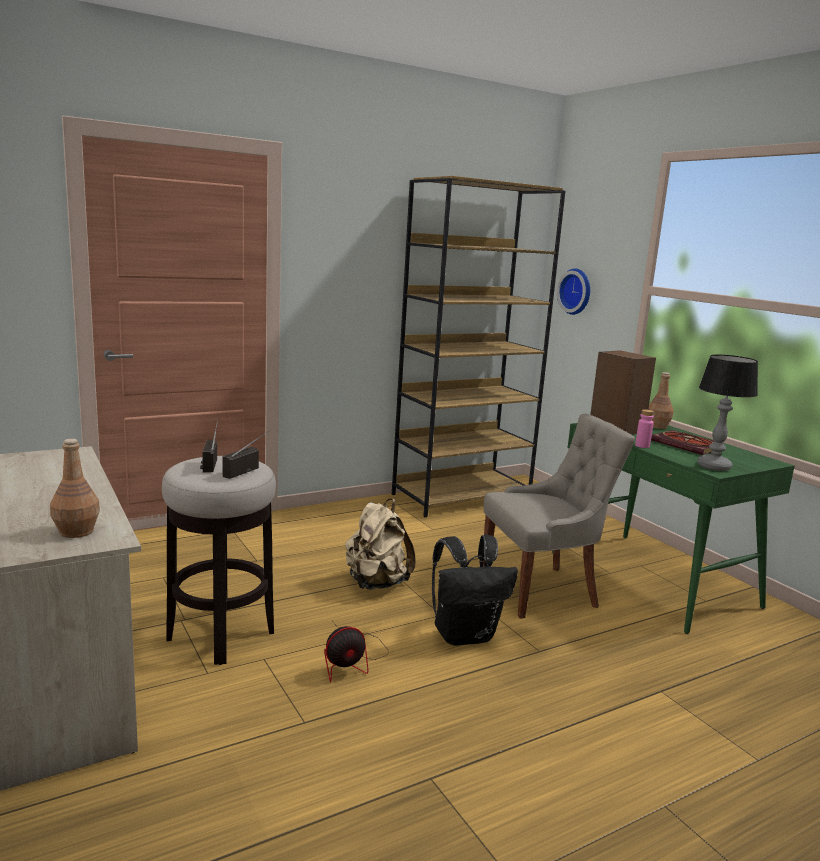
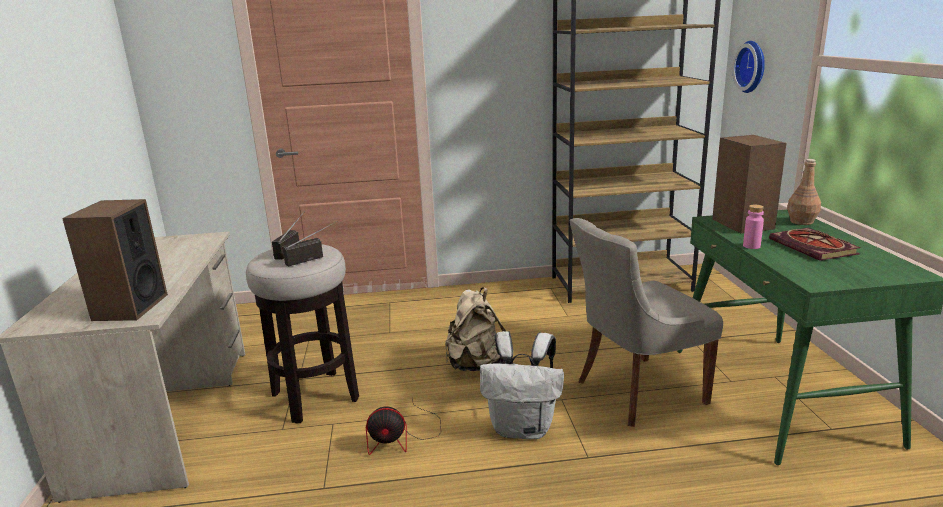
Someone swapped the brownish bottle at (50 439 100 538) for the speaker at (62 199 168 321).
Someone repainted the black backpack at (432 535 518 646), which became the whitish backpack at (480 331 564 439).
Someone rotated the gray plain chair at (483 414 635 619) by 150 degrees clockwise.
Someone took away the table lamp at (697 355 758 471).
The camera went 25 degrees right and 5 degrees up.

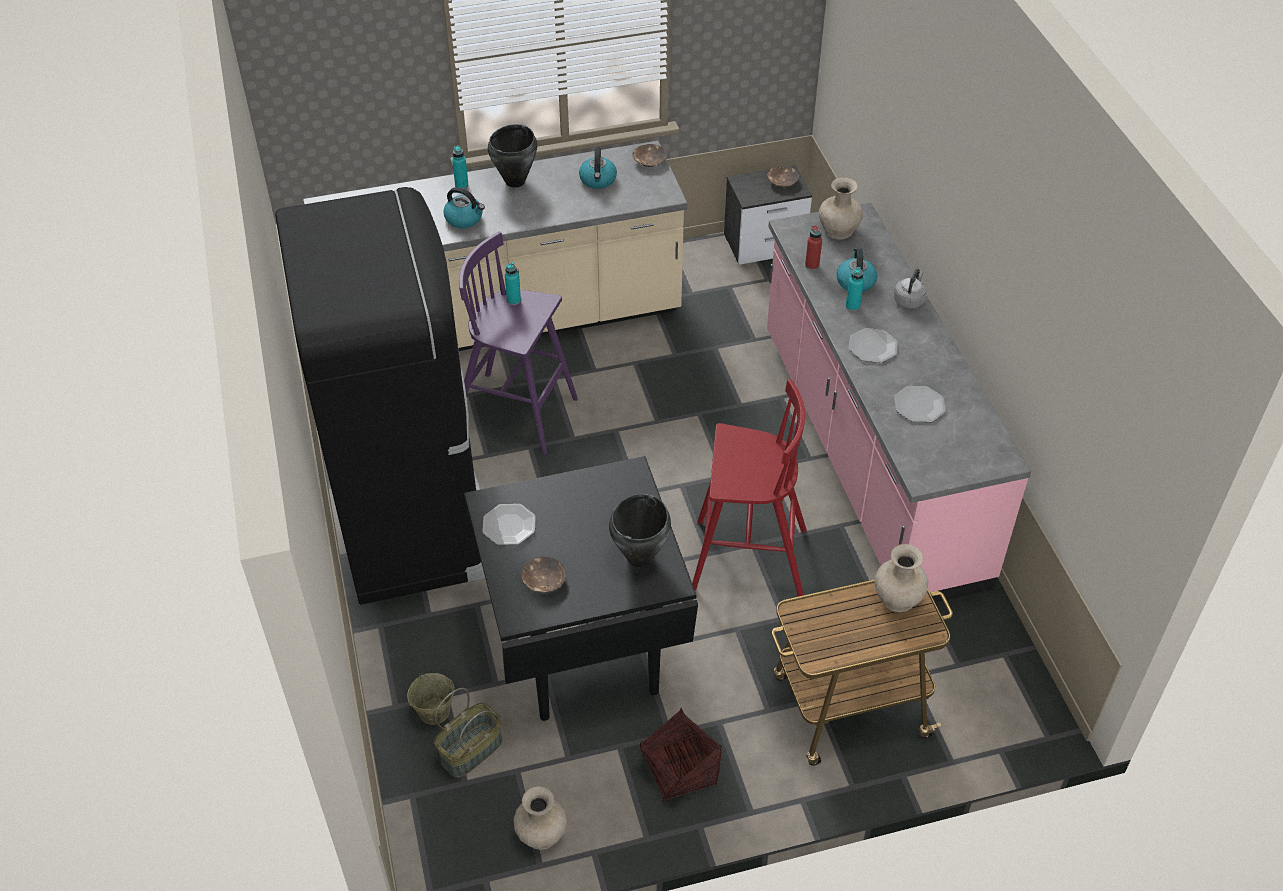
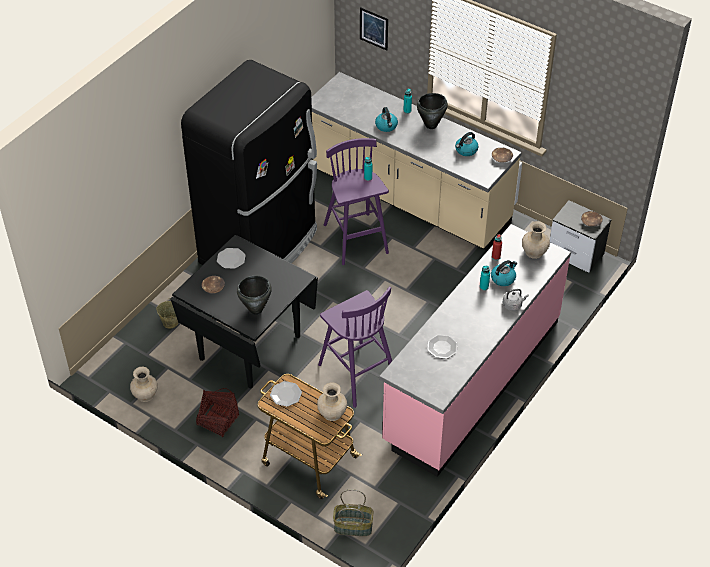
Someone carried the household basket from (434 688 503 778) to (333 489 374 536).
Someone repainted the red-coloured sitting stool at (692 379 807 597), which became the purplish sitting stool at (318 287 392 408).
Someone carried the dinner plate from (849 328 898 363) to (270 381 302 407).
Someone put up the picture at (360 7 388 51).
The camera went 50 degrees right and 0 degrees up.

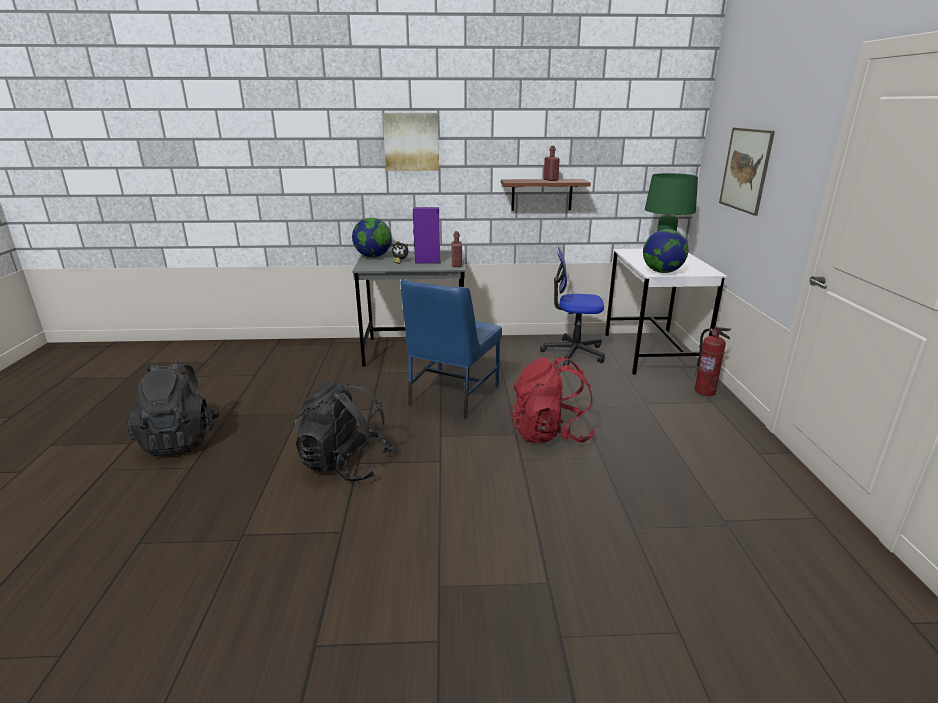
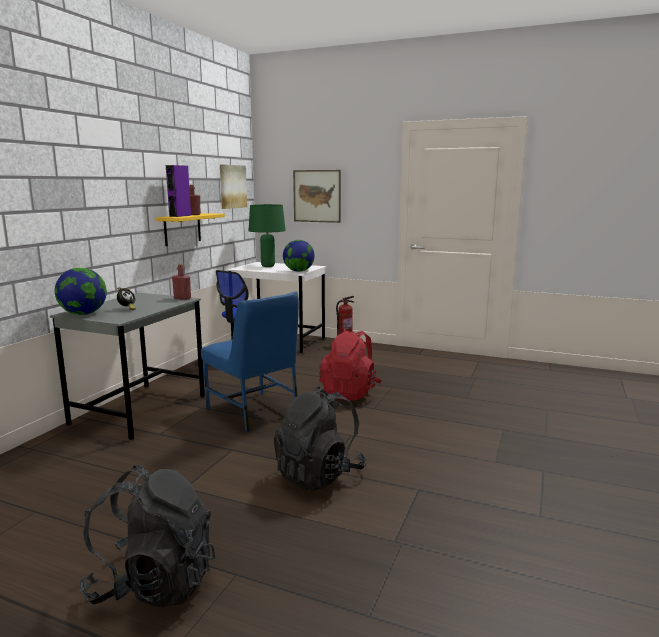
Someone carried the picture from (383 113 439 171) to (220 164 247 209).
Someone carried the purplish speaker from (413 207 441 264) to (166 165 191 217).
Someone repainted the brownish shelf at (501 179 591 211), which became the yellow-coloured shelf at (156 213 225 246).
The camera went 65 degrees left and 10 degrees down.

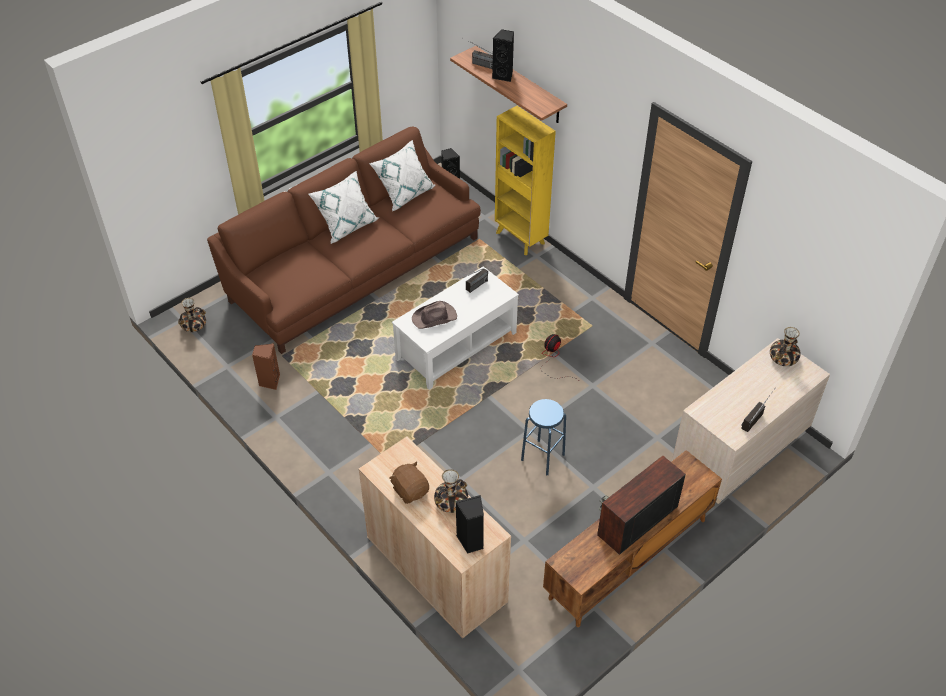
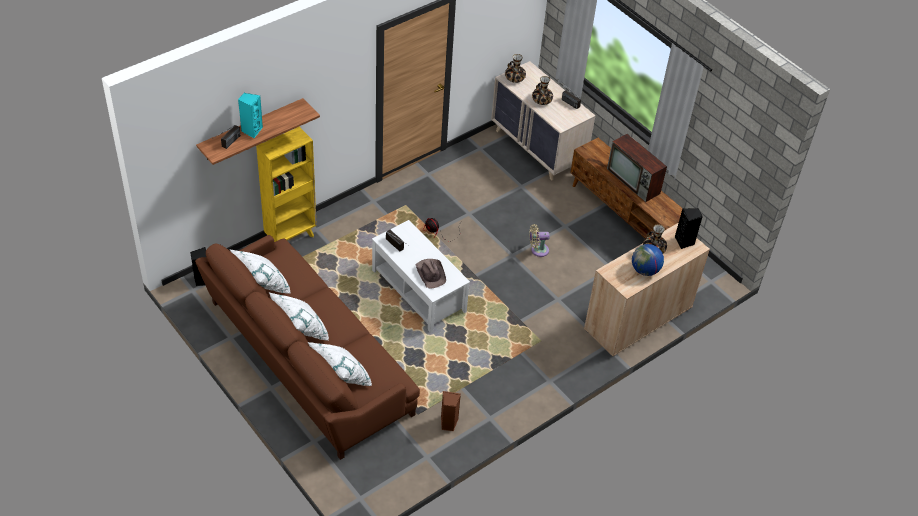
Someone carried the flower vase from (178 298 206 332) to (532 76 553 105).
Someone swapped the brownish soft toy at (389 461 429 504) for the desk globe at (632 244 664 276).
Someone repainted the black speaker at (492 29 514 82), which became the turquoise speaker at (238 93 263 138).
Someone swapped the blue sitting stool at (521 399 566 475) for the sand-coloured electric fan at (530 224 550 257).
Someone put down the whitish cushion at (308 342 372 386).
The camera went 90 degrees left and 0 degrees up.

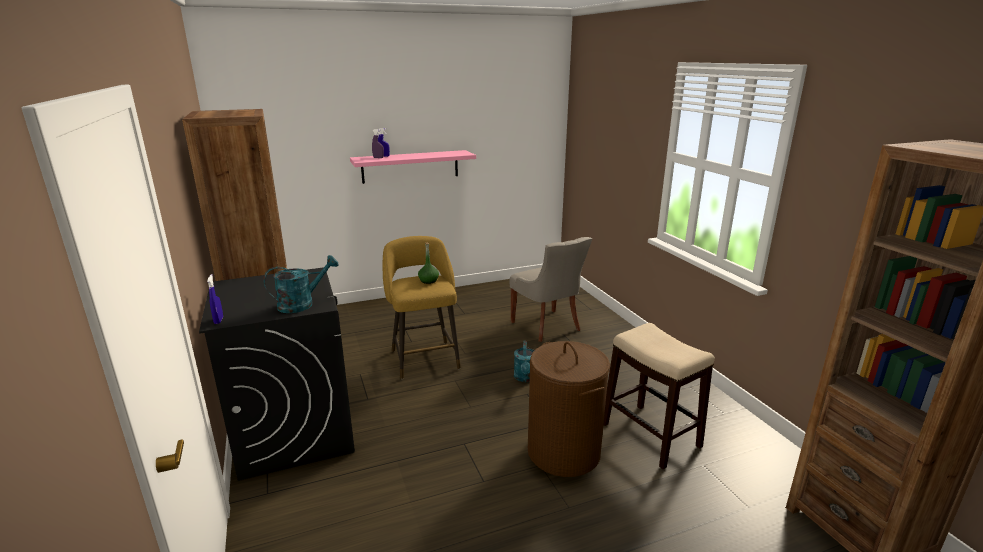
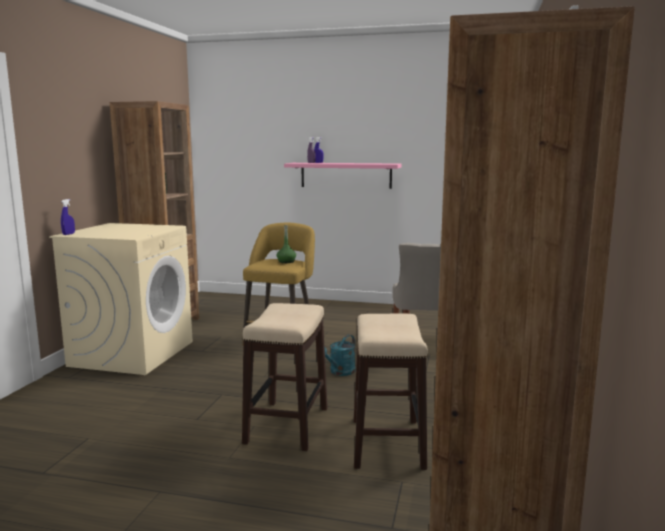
Someone repainted the black laundry machine at (199 267 355 481), which became the sand-coloured laundry machine at (49 223 193 375).
Someone took away the turquoise watering pot at (263 255 339 313).
Someone swapped the brownish laundry basket at (528 341 610 477) for the sitting stool at (242 303 328 451).
The camera went 35 degrees right and 10 degrees down.

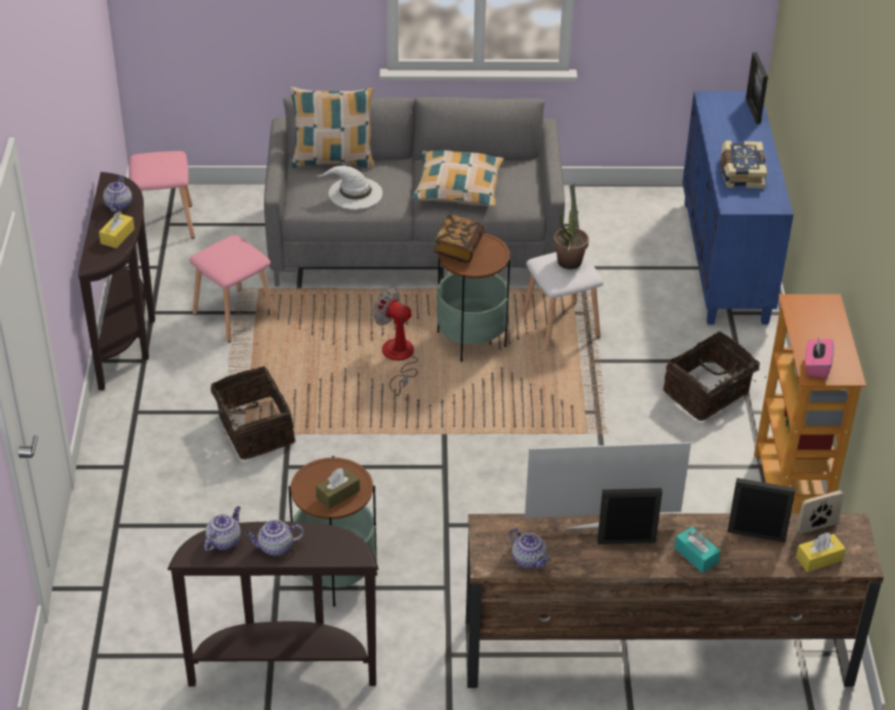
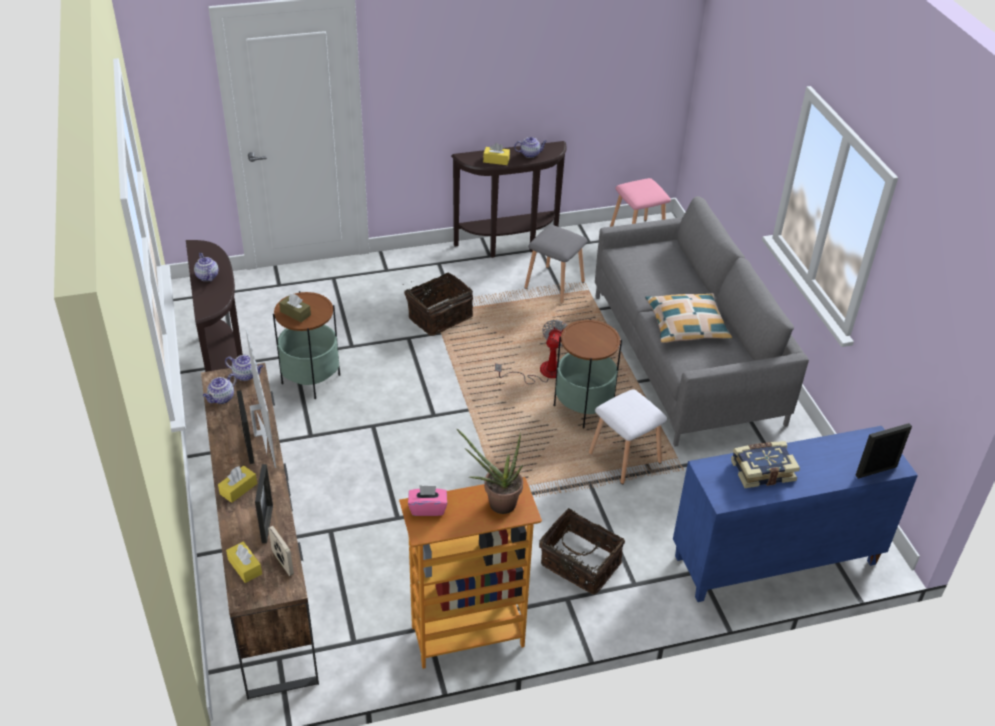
Someone repainted the pink-coloured sitting stool at (190 235 276 342), which became the gray sitting stool at (524 225 587 303).
Someone carried the tea pot from (204 506 241 552) to (225 355 263 381).
Someone took away the cushion at (290 87 374 169).
Someone took away the whitish hat at (317 166 383 209).
Someone took away the book at (434 215 484 263).
Someone carried the houseplant from (554 183 589 269) to (457 429 523 514).
Someone repainted the turquoise box of tissues at (674 527 720 573), which became the yellow-coloured box of tissues at (218 466 257 503).
The camera went 75 degrees right and 0 degrees up.

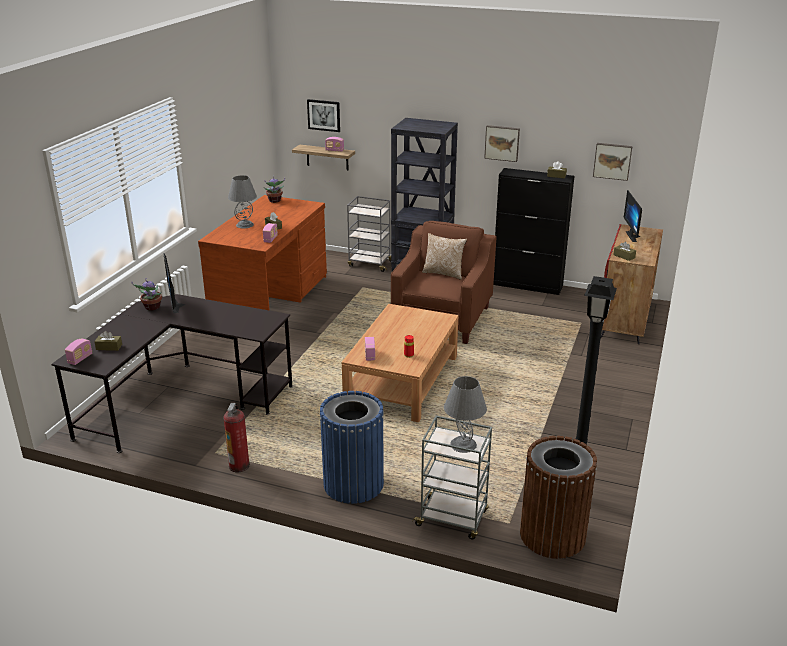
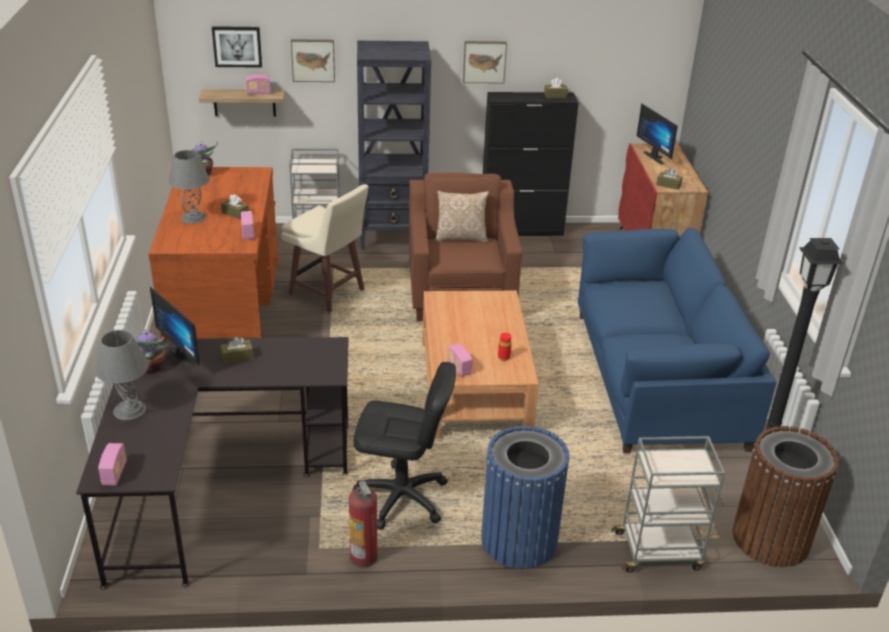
Someone carried the brownish box of tissues from (94 331 122 351) to (220 337 254 364).
Someone carried the gray table lamp from (444 376 487 453) to (95 330 149 420).
Someone carried the picture from (593 143 632 181) to (291 39 335 82).
Someone put down the sand-coloured sitting stool at (281 184 369 313).
Someone put down the black office chair at (353 362 456 530).
Someone put down the blue sofa at (578 227 776 453).
The camera went 25 degrees left and 5 degrees up.

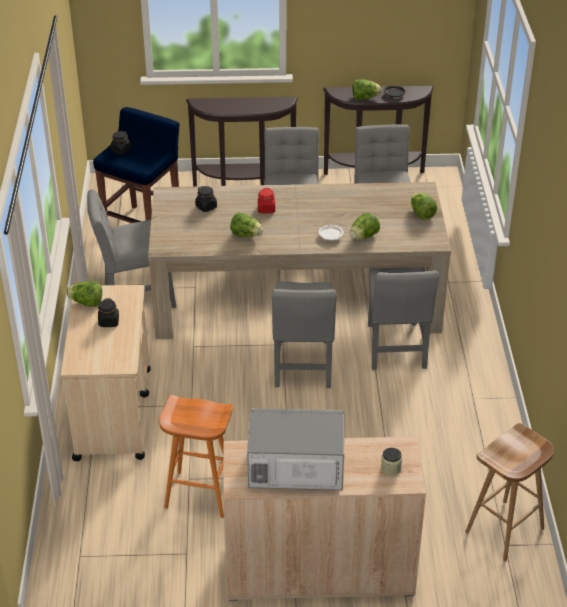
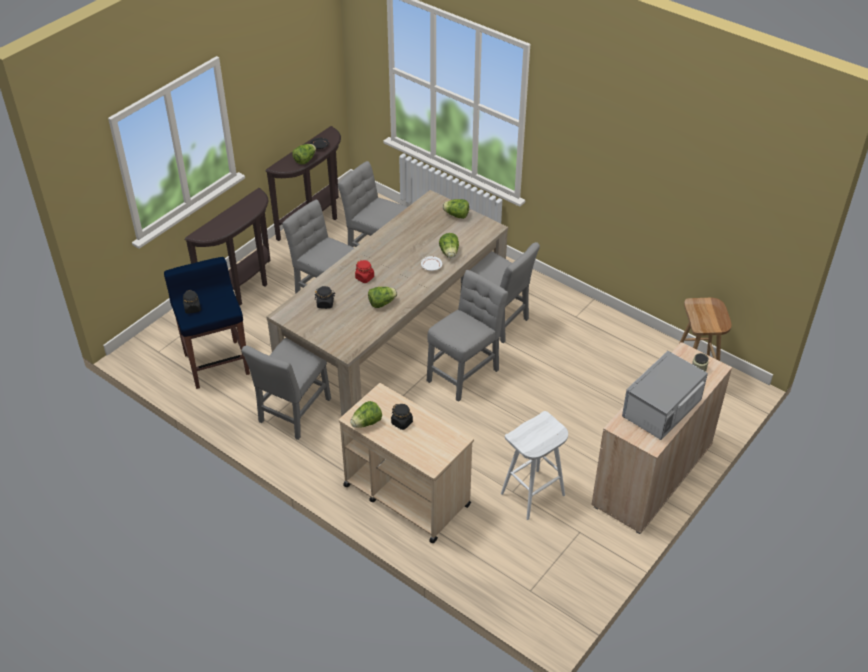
Someone repainted the orange sitting stool at (159 395 233 518), which became the whitish sitting stool at (501 411 568 520).
Someone rotated the gray plain chair at (271 282 337 388) by 90 degrees counterclockwise.
The camera went 50 degrees left and 5 degrees up.

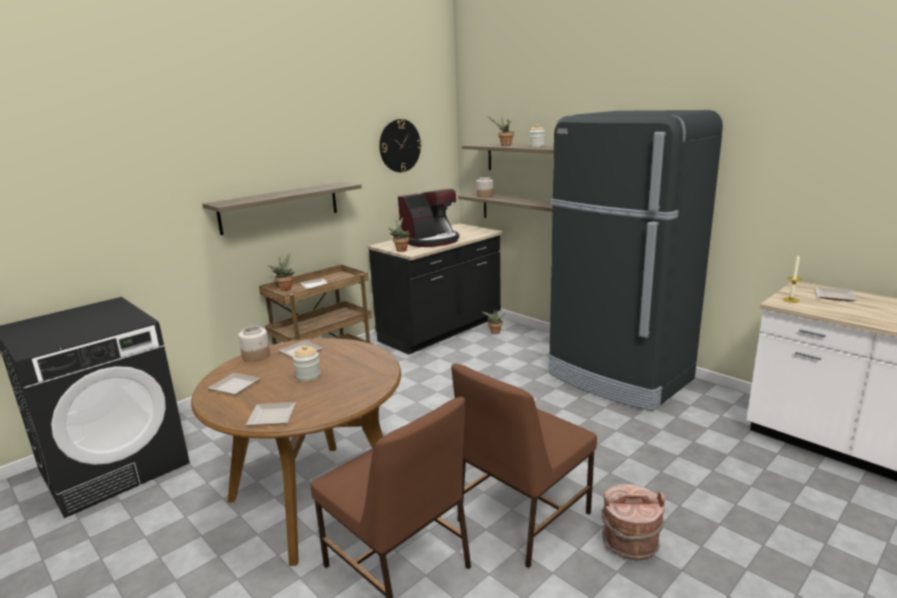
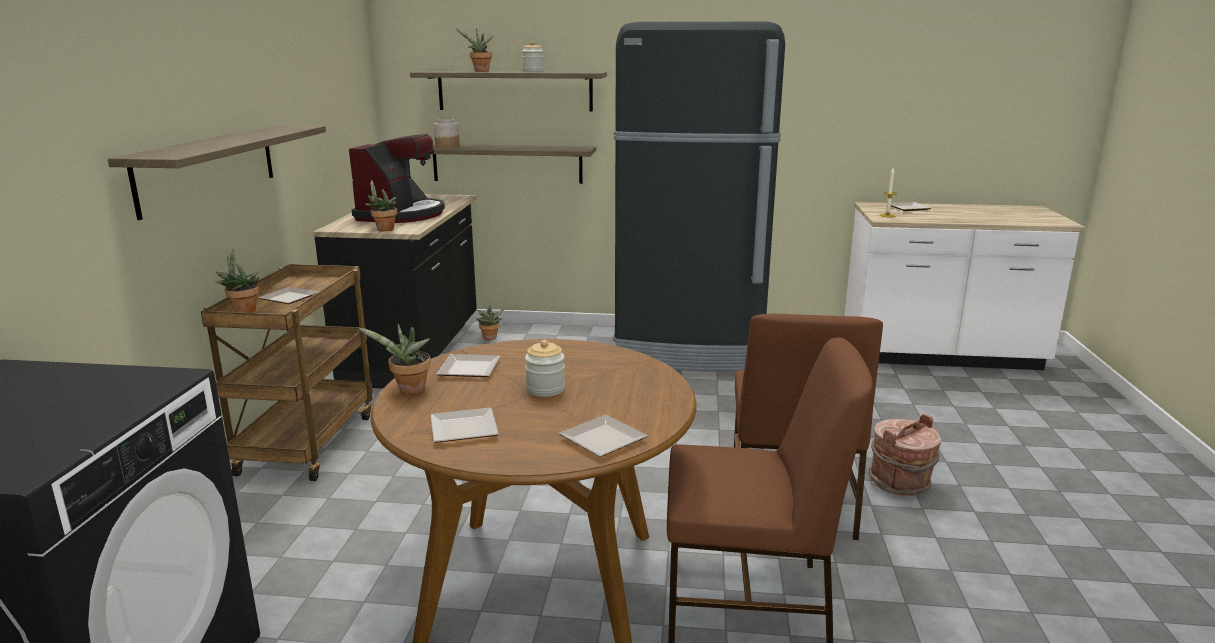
Someone swapped the storage jar at (238 326 270 362) for the houseplant at (357 324 431 394).
Someone took away the clock on the wall at (379 119 422 172).
The camera went 40 degrees left and 0 degrees up.

